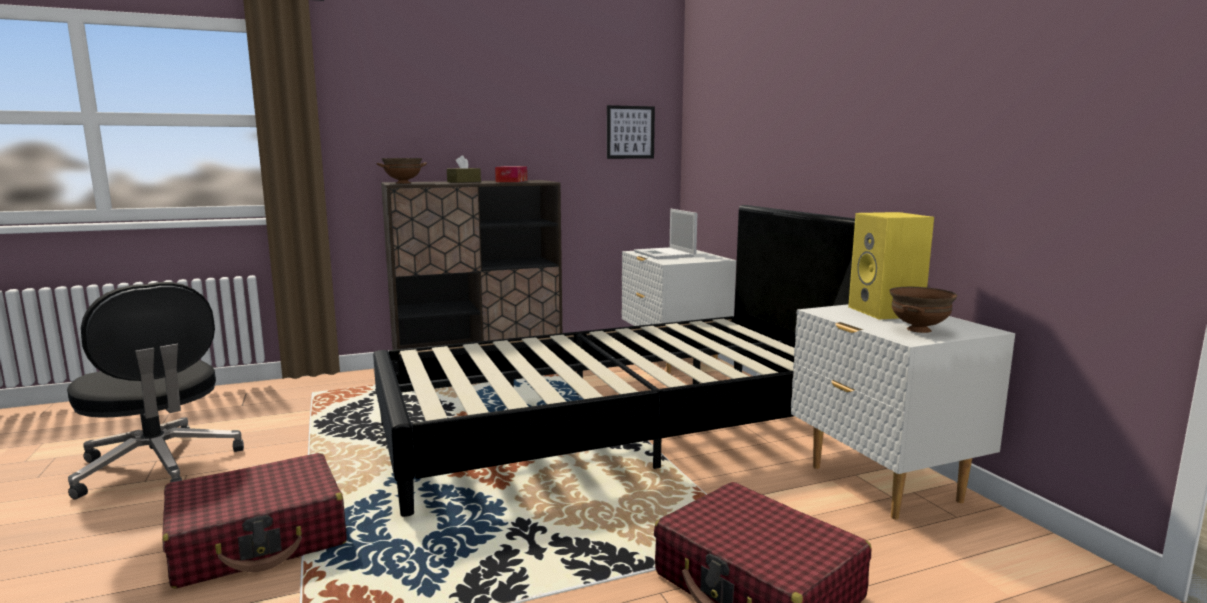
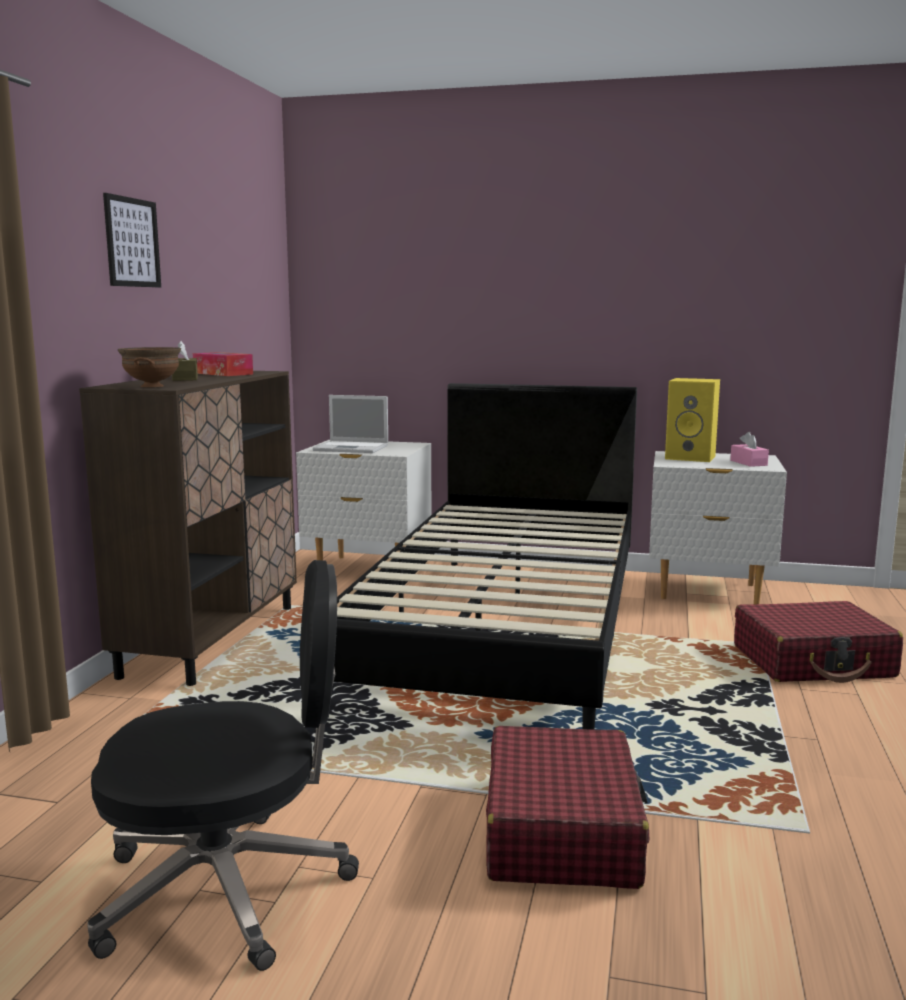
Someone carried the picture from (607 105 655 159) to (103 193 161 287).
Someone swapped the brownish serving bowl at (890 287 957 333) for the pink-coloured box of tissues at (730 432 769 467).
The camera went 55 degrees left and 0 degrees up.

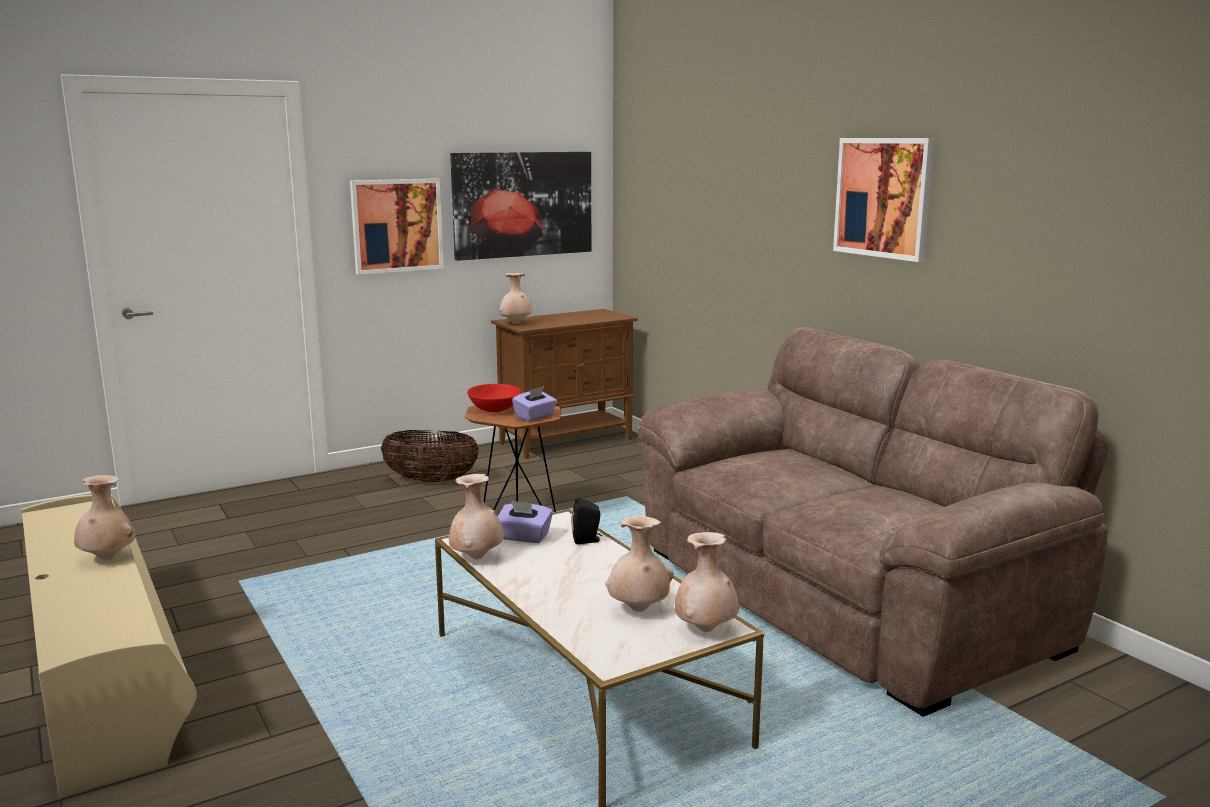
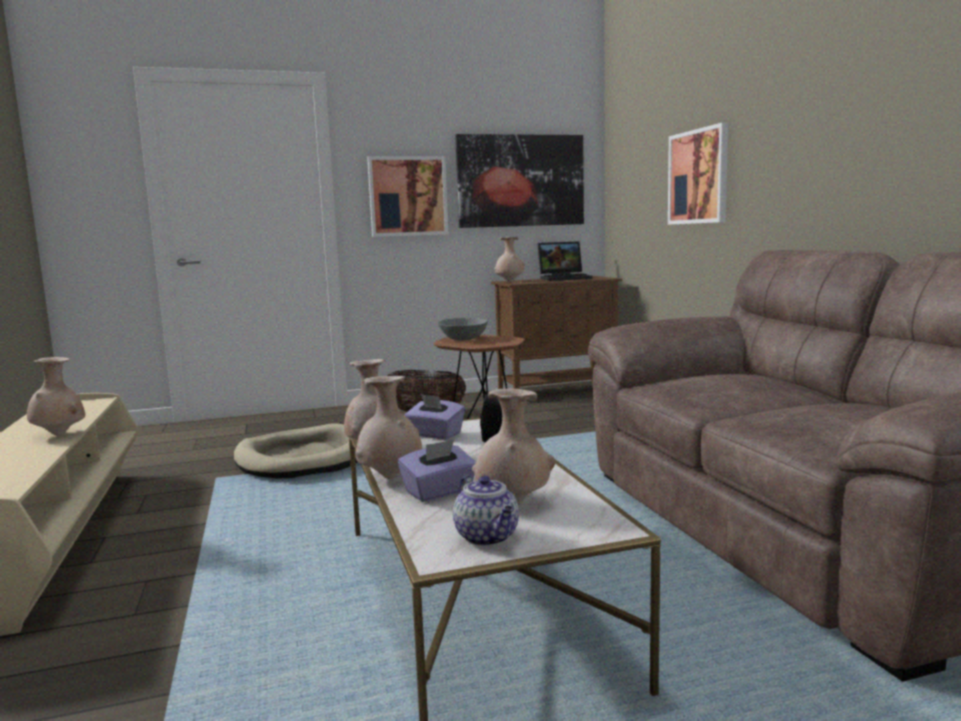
Someone repainted the red-coloured serving bowl at (467 384 521 412), which became the gray serving bowl at (438 318 488 340).
Someone carried the purplish box of tissues from (512 386 557 422) to (398 440 476 502).
Someone carried the sand-coloured flower vase from (675 532 739 632) to (355 376 422 479).
Someone carried the picture from (833 138 935 262) to (668 122 728 225).
Someone put down the sand-coloured dog cushion at (234 423 358 478).
Someone put down the tea pot at (453 475 519 546).
Someone put down the laptop at (538 241 593 281).
The camera went 15 degrees right and 5 degrees down.

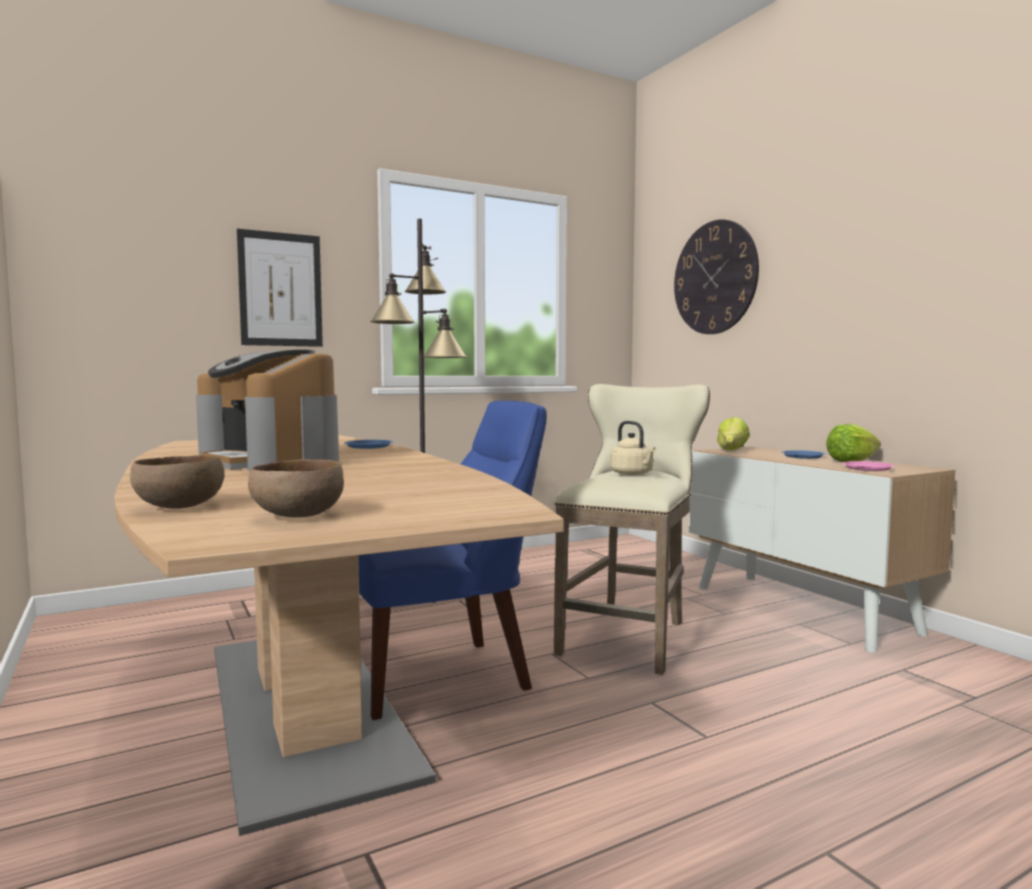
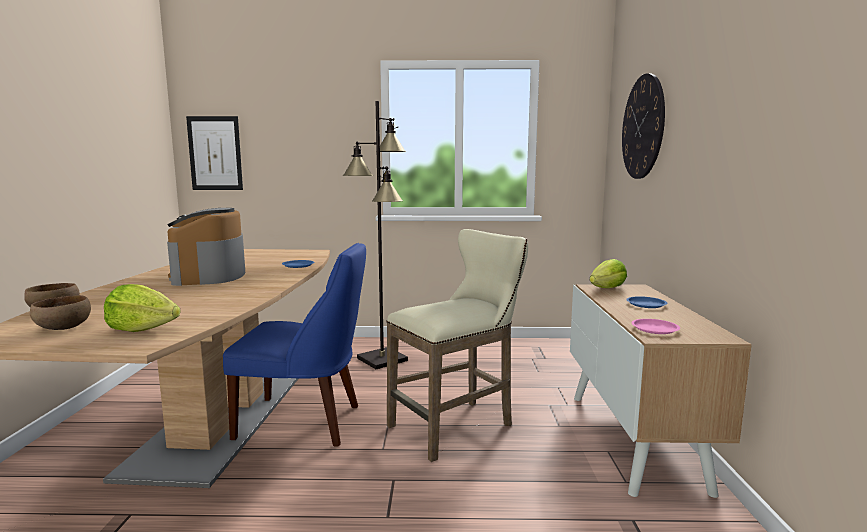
Someone carried the picture from (237 229 323 347) to (186 116 243 190).
Someone took away the sand-coloured kettle at (610 421 656 475).
Someone carried the head of lettuce from (826 424 881 462) to (104 284 181 332).
The camera went 30 degrees right and 5 degrees up.

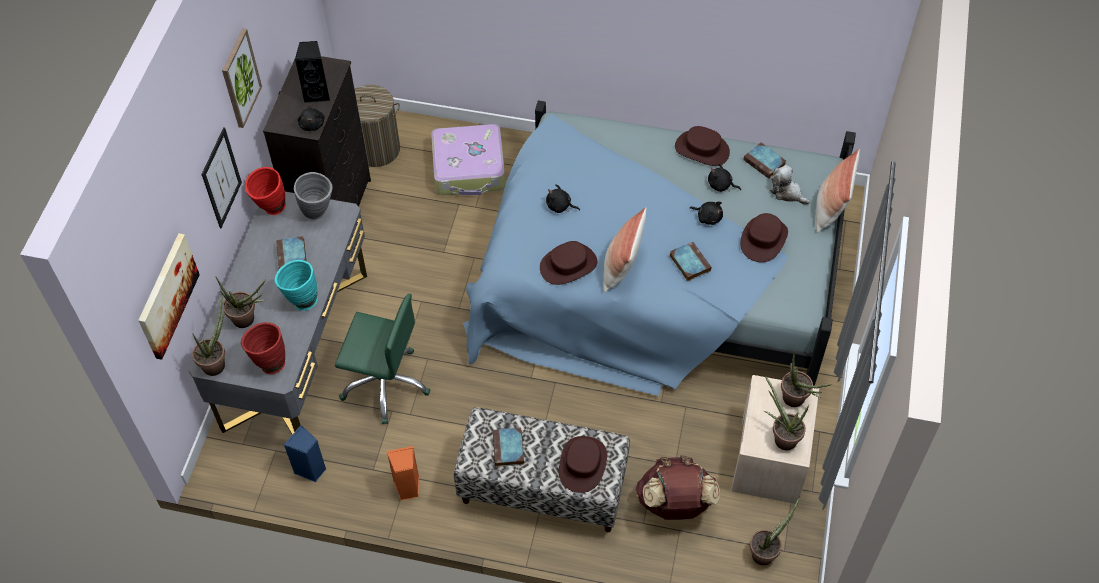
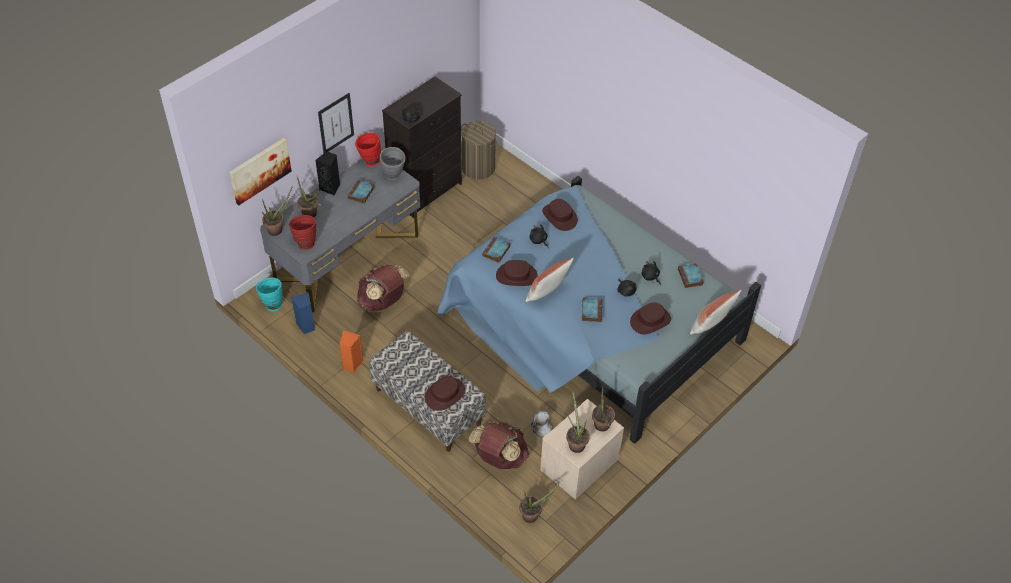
Someone took away the picture at (222 28 262 128).
Someone carried the turquoise flower vase from (274 260 318 311) to (256 278 283 311).
Someone carried the black speaker from (294 41 330 103) to (315 151 340 195).
Someone swapped the green-coloured office chair at (335 294 430 424) for the brownish backpack at (357 264 410 311).
Someone took away the piece of luggage at (431 124 505 195).
Someone carried the book from (493 428 524 467) to (482 237 510 263).
Someone carried the brownish hat from (675 126 730 166) to (542 199 578 231).
Someone carried the soft toy from (770 165 810 205) to (531 411 552 439).
The camera went 30 degrees right and 5 degrees down.

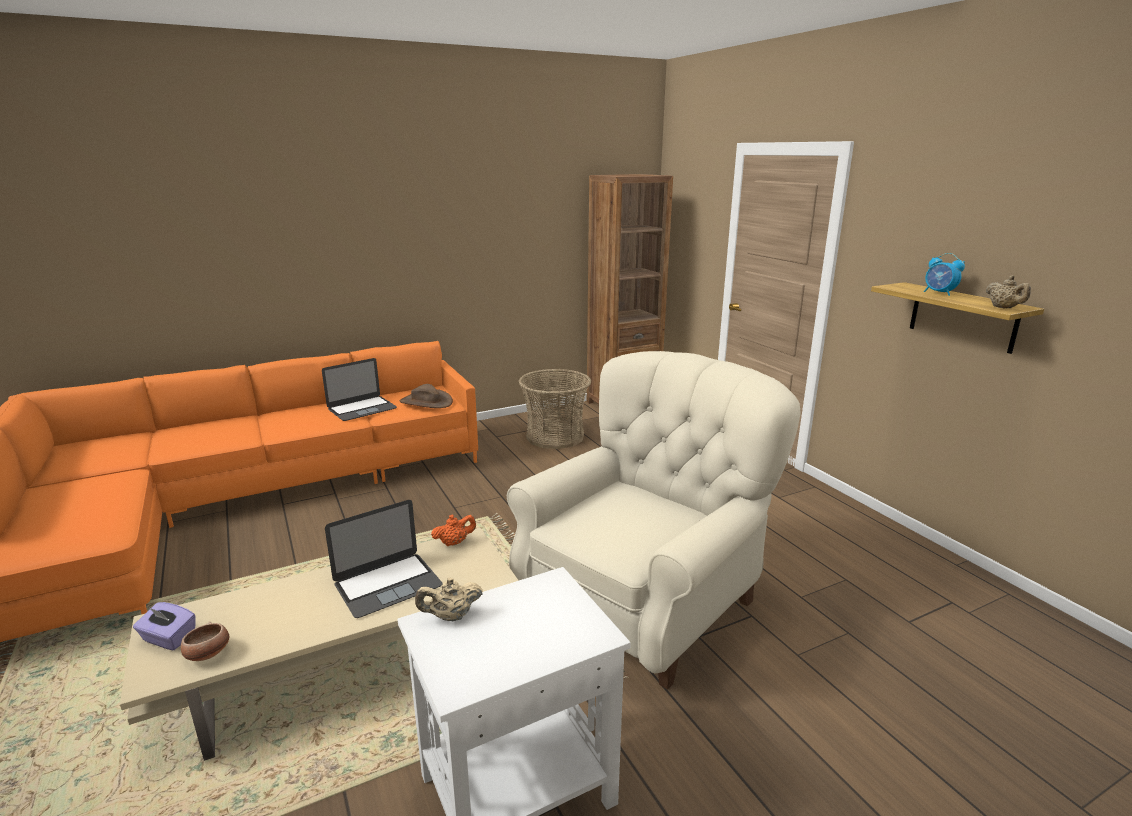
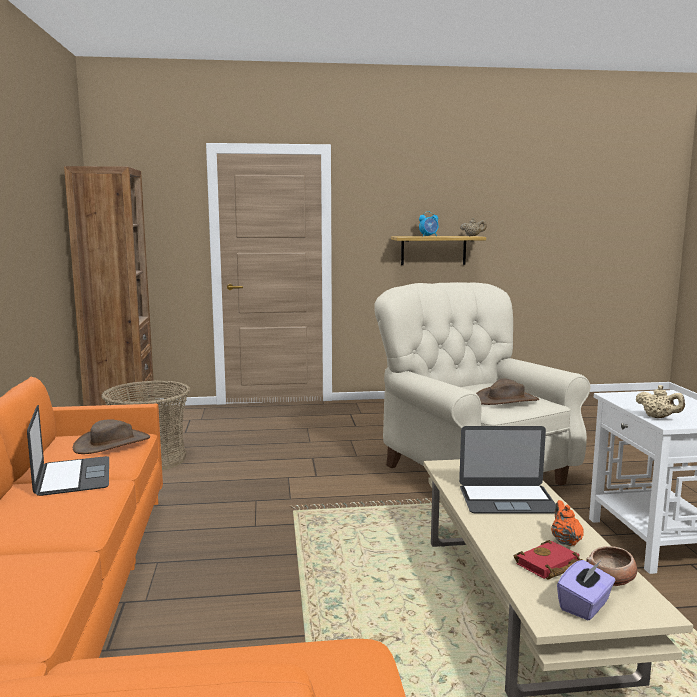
Someone rotated the laptop at (325 500 443 618) by 105 degrees clockwise.
Someone rotated the sand-coloured tea pot at (415 578 483 621) by 45 degrees counterclockwise.
Someone carried the orange tea pot from (431 514 476 546) to (551 500 584 546).
Someone put down the brownish hat at (476 379 539 405).
Someone put down the red-coloured book at (514 540 582 580).
The camera went 70 degrees left and 10 degrees down.

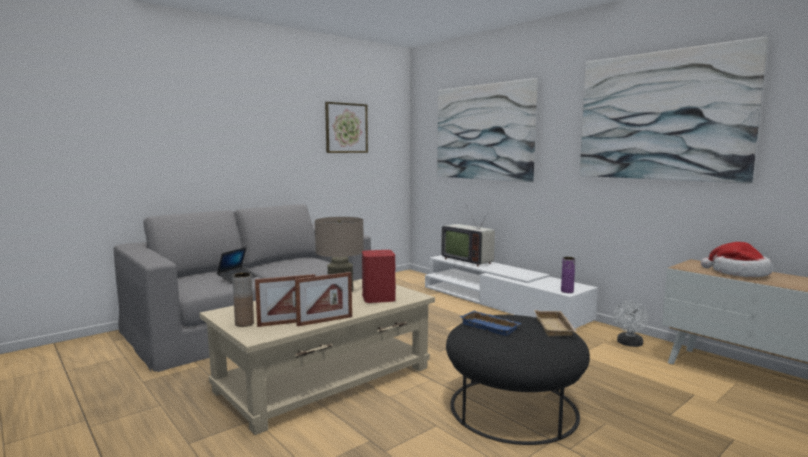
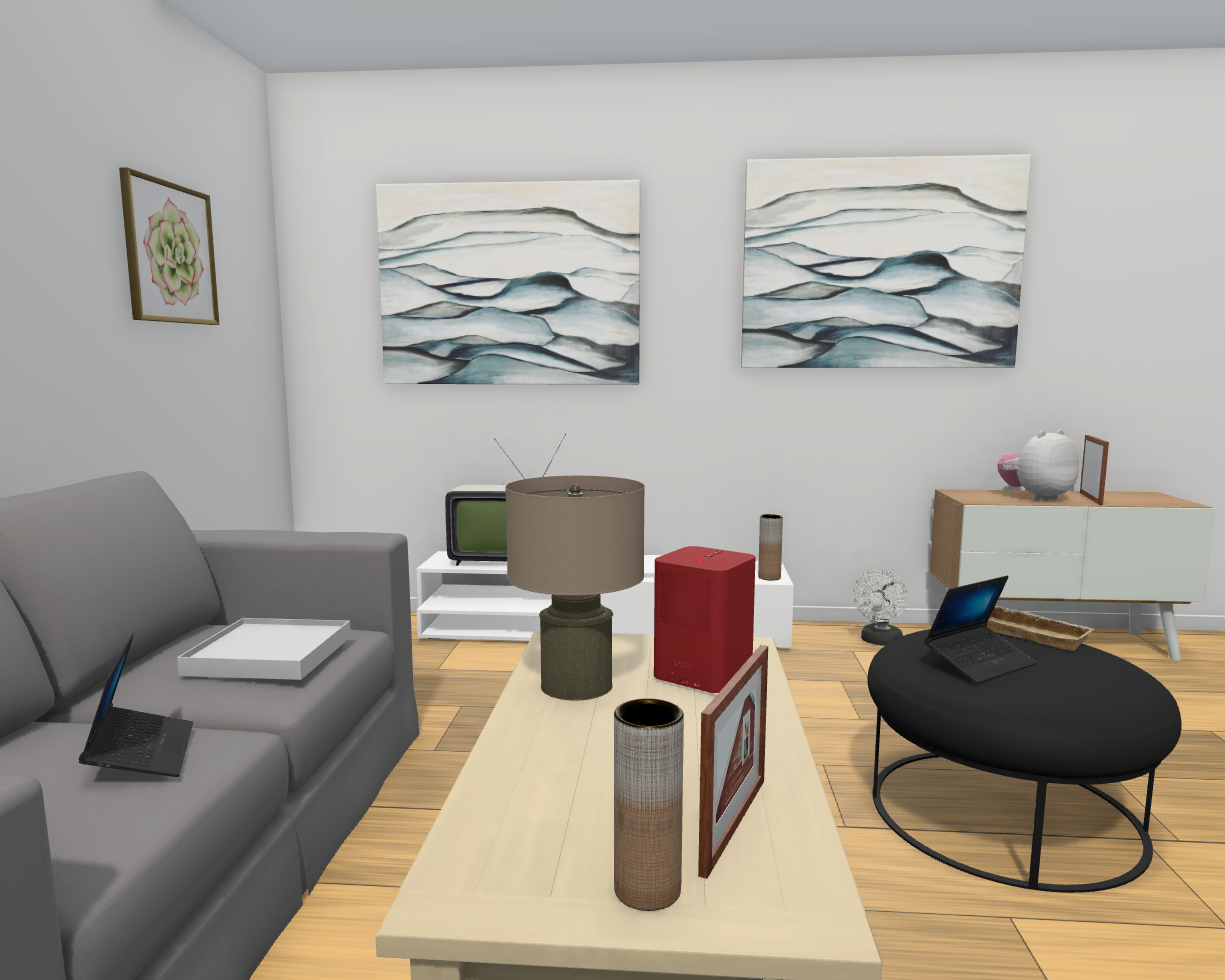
Someone carried the picture frame from (295 272 352 327) to (1080 435 1109 505).
Someone swapped the blue tray at (459 311 522 336) for the laptop at (924 576 1036 684).
Someone repainted the purplish flower vase at (561 257 576 293), which became the brownish flower vase at (758 514 783 580).
Someone rotated the whitish electric fan at (613 301 649 347) by 45 degrees clockwise.
Someone swapped the hat at (701 242 772 277) for the soft toy at (997 429 1079 501).
Someone put down the whitish tray at (177 618 351 680).
The camera went 45 degrees left and 0 degrees up.

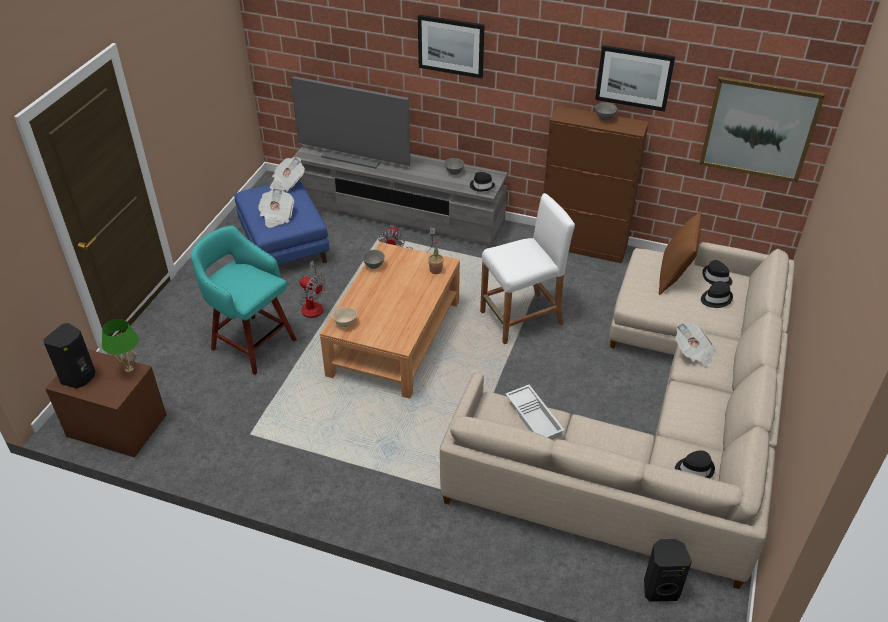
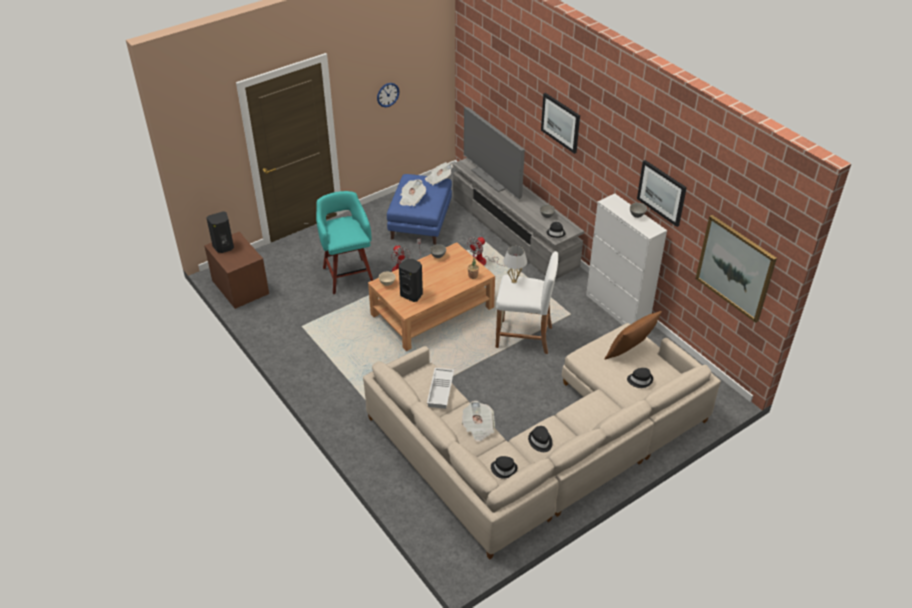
Someone took away the green-coloured table lamp at (102 319 138 372).
Someone repainted the brownish storage cabinet at (543 106 649 263), which became the whitish storage cabinet at (586 194 667 325).
Someone carried the black speaker from (644 539 692 602) to (399 259 423 302).
Someone carried the daily paper from (675 322 715 367) to (462 401 495 442).
Someone carried the black hat from (702 260 732 286) to (528 426 552 452).
Someone put up the clock on the wall at (377 83 400 107).
Someone put down the whitish table lamp at (503 246 527 283).
The camera went 35 degrees right and 0 degrees up.

